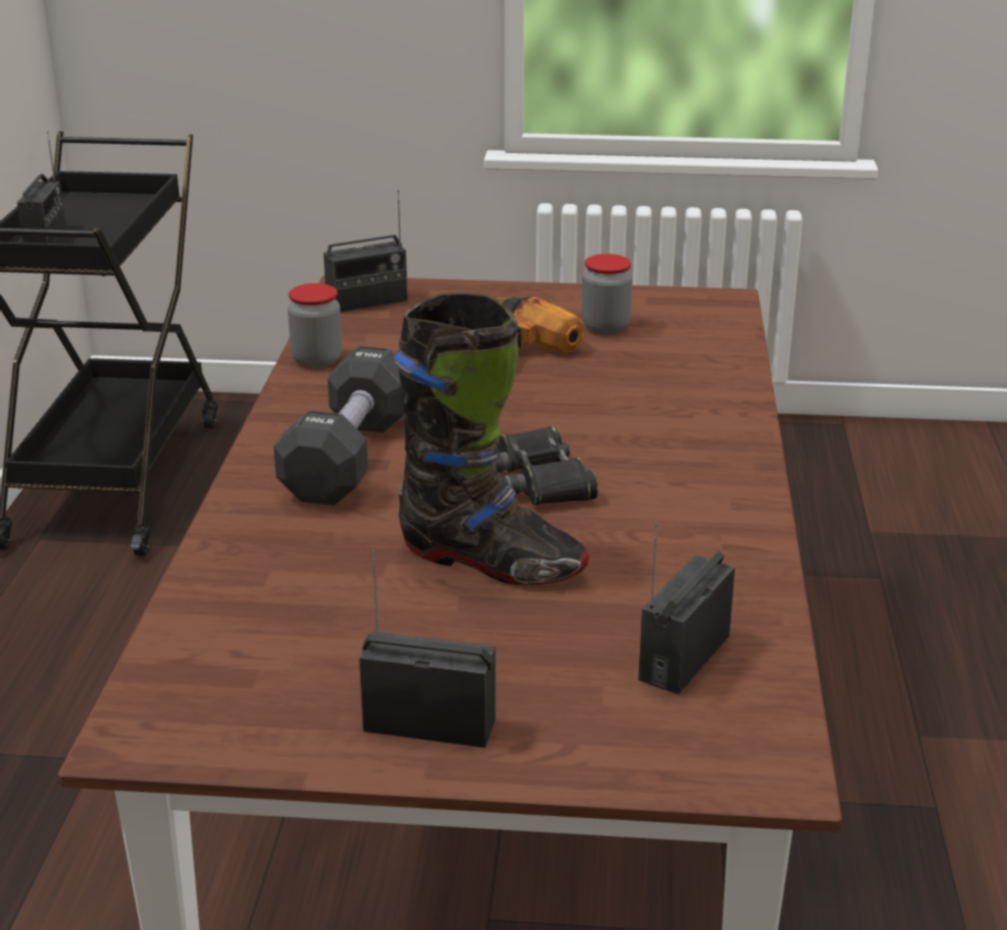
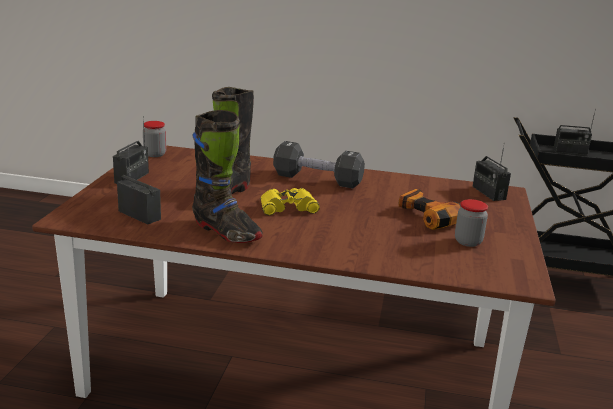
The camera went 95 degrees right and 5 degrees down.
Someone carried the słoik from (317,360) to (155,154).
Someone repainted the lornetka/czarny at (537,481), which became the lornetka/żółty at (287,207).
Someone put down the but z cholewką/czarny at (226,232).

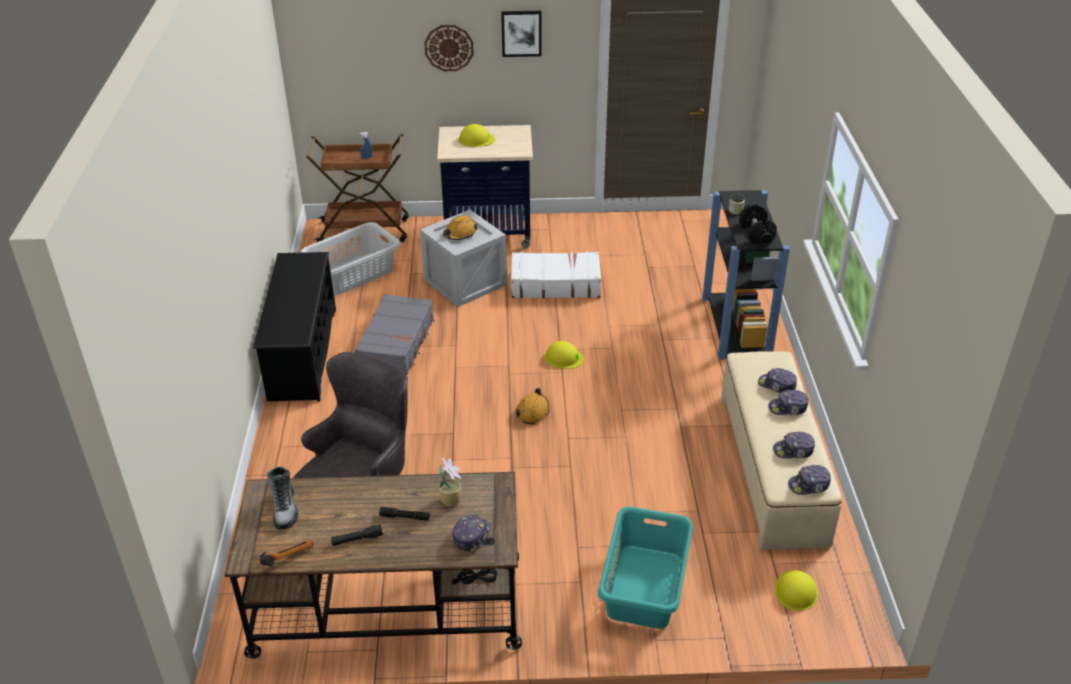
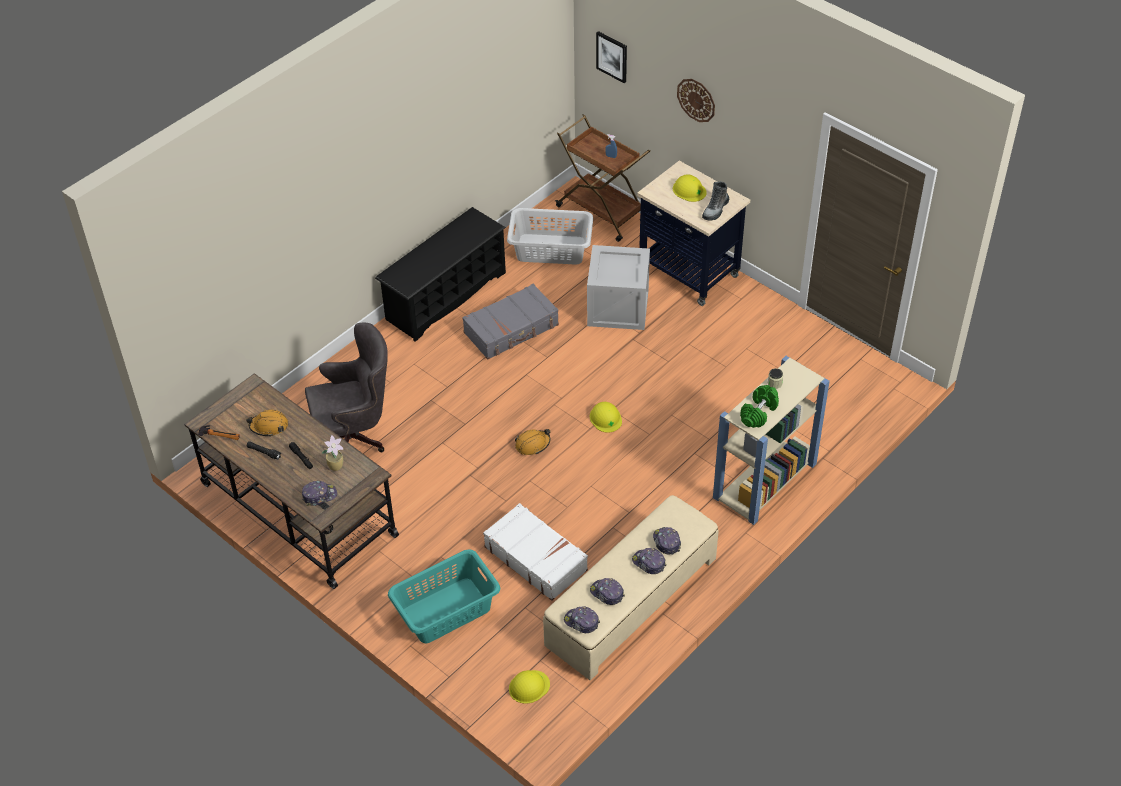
The camera went 45 degrees right and 10 degrees up.
Someone carried the obraz from (521,33) to (612,56).
Someone repainted the regał/czarny at (735,326), which became the regał/beżowy at (764,481).
Someone repainted the hantel/czarny at (756,233), which became the hantel/zielony at (759,413).
Someone carried the kask/pomarańczowy from (460,234) to (269,426).
Someone carried the walizka/biały from (555,284) to (536,558).
Someone carried the but z cholewką from (285,509) to (715,210).

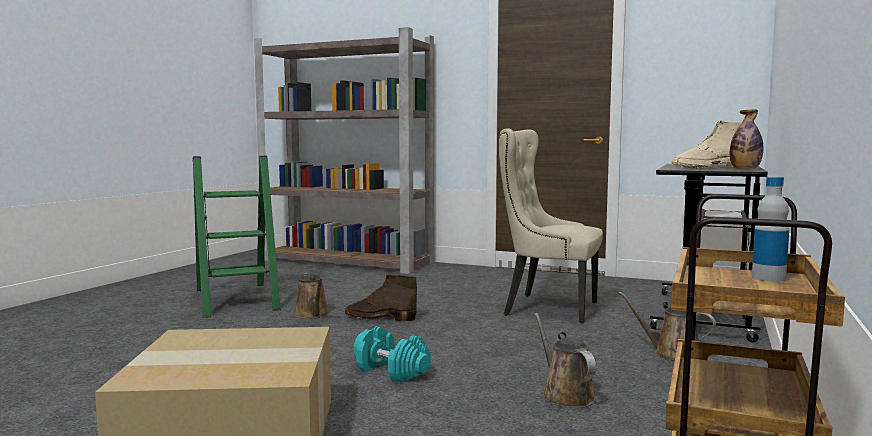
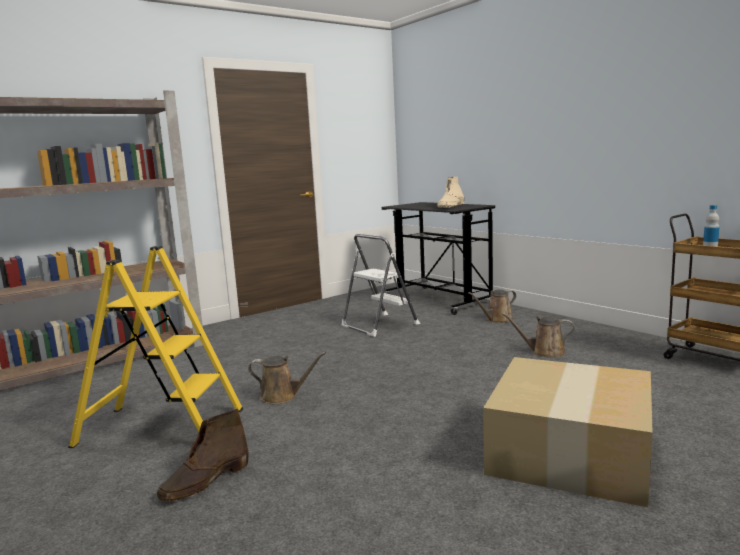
The camera went 60 degrees left and 5 degrees up.
Someone took away the butelka at (745,169).
Someone swapped the krzesło/beżowy at (548,308) for the drabinka/biały at (377,325).
Someone repainted the drabinka/zielony at (236,299), which became the drabinka/żółty at (159,426).
Someone carried the but z cholewką/brązowy from (379,318) to (205,481).
Someone took away the hantel/turkusowy at (390,371).

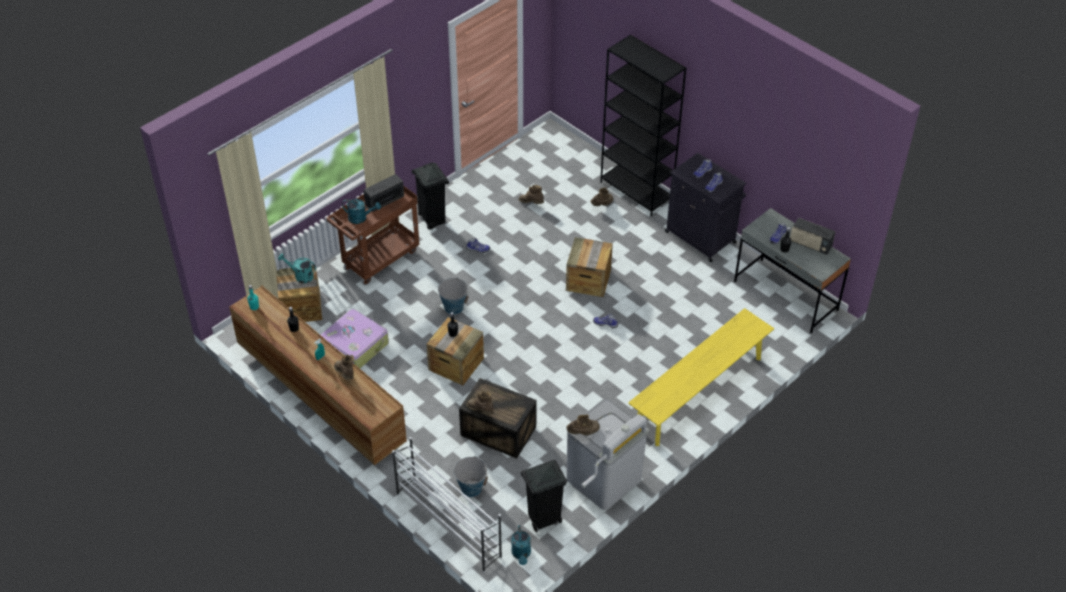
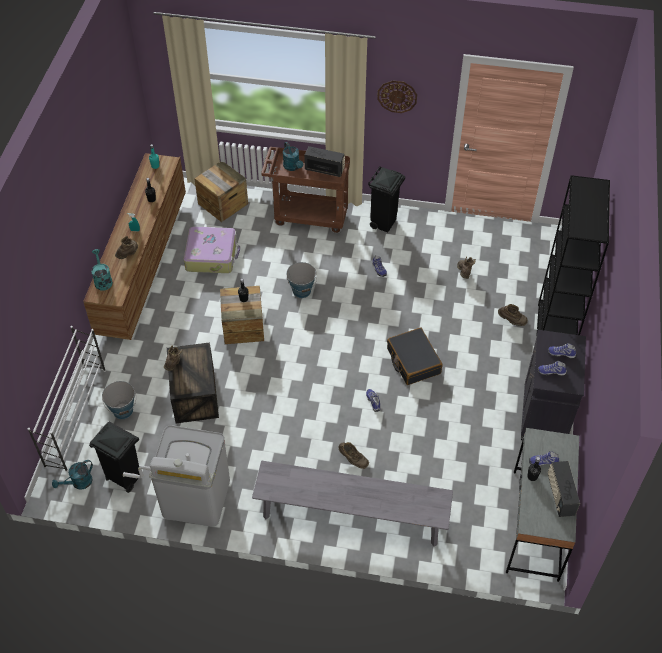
The camera went 55 degrees right and 5 degrees up.
Someone swapped the skrzynka at (588,280) for the walizka/czarny at (413,361).
Someone carried the konewka/turkusowy from (300,276) to (102,280).
Someone repainted the ławka/żółty at (698,393), which became the ławka/szary at (351,517).
Someone carried the but z cholewką/brązowy from (583,433) to (352,460).
Someone put up the zegar ścienny at (397,96).

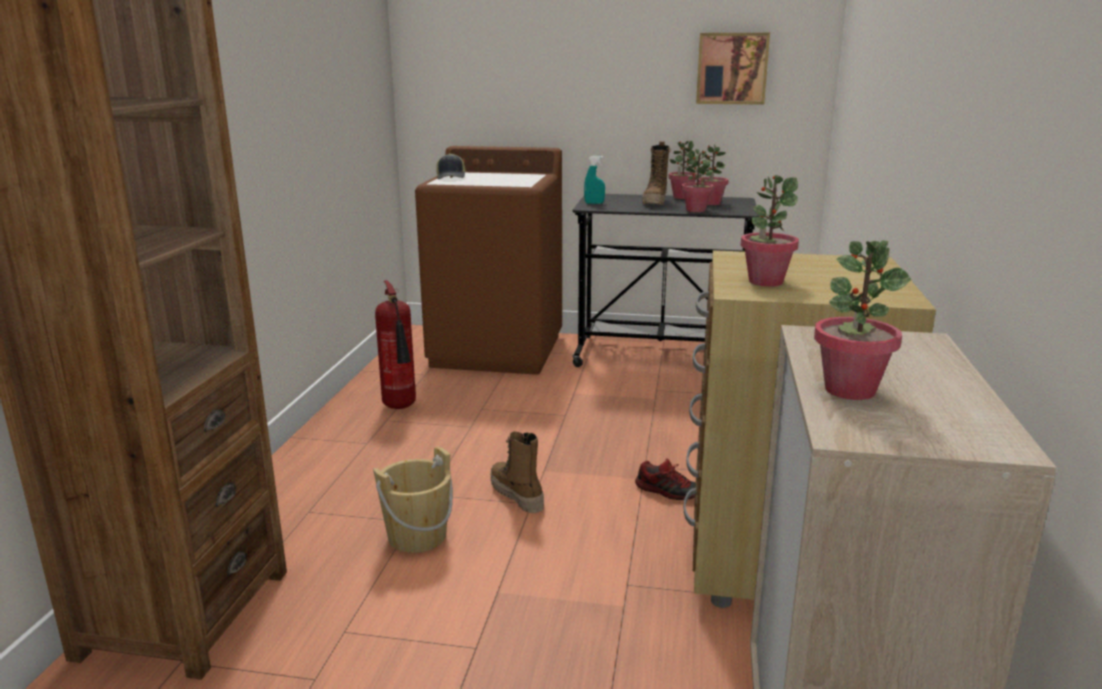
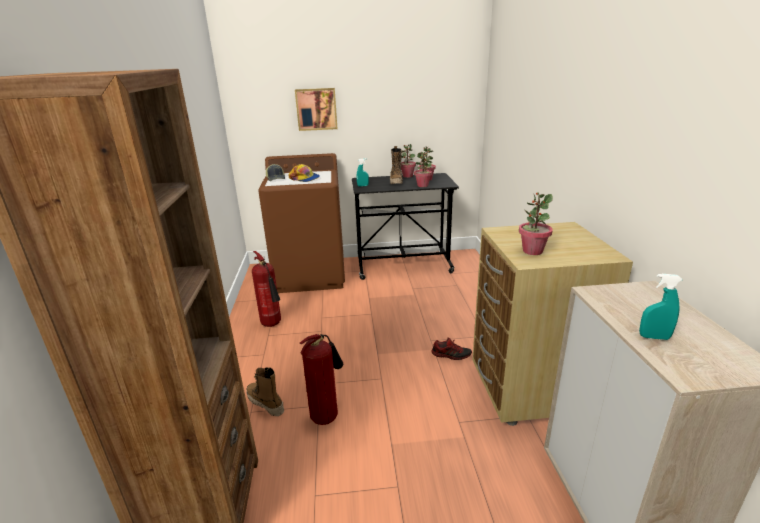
The camera went 15 degrees left and 5 degrees up.
Someone carried the obraz from (732,68) to (316,109).
Someone swapped the roślina doniczkowa at (850,390) for the spryskiwacz/turkusowy at (654,337).
Someone carried the but z cholewką from (516,495) to (265,403).
Someone swapped the wiadro/beżowy at (417,536) for the gaśnica at (326,415).
Someone put down the czapka z daszkiem at (304,178).

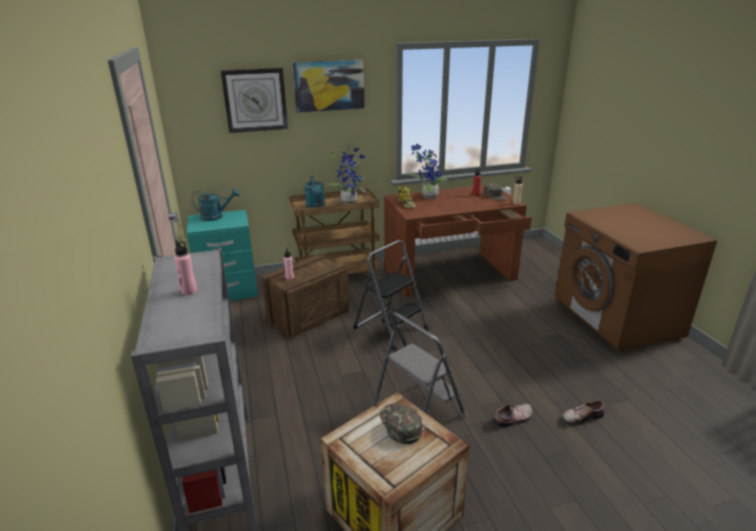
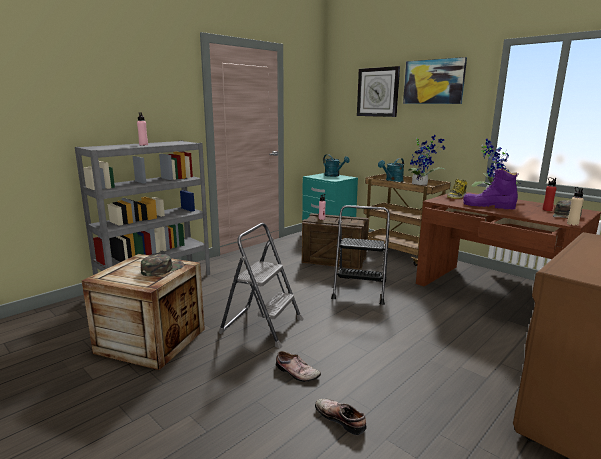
The camera went 60 degrees right and 10 degrees down.
Someone put down the but z cholewką/fioletowy at (488,206).

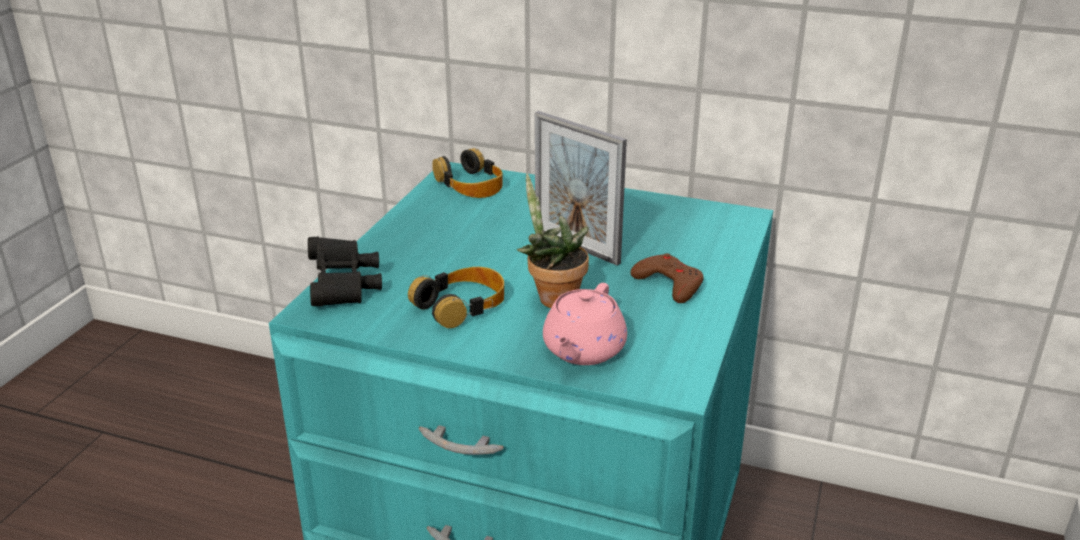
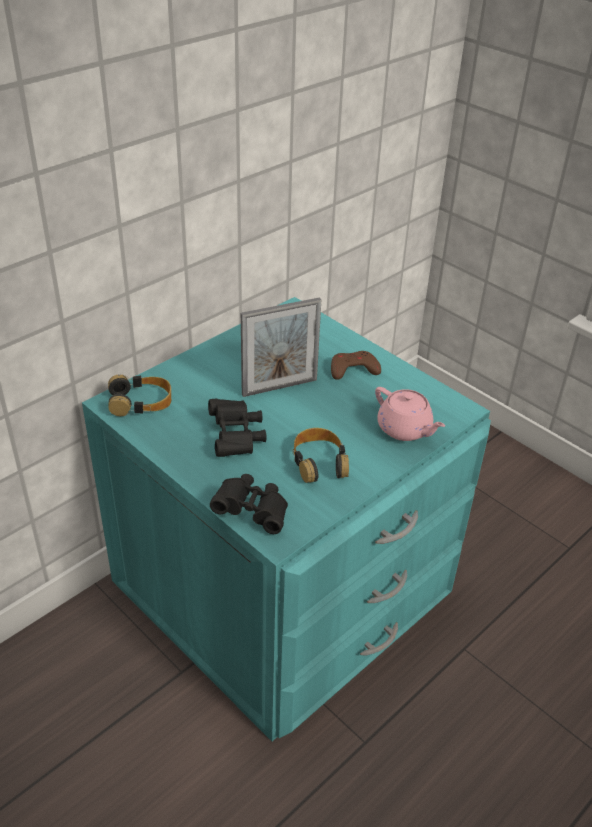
The camera went 65 degrees left and 10 degrees up.
Someone took away the roślina doniczkowa at (552,297).
Someone put down the lornetka/czarny at (236,437).

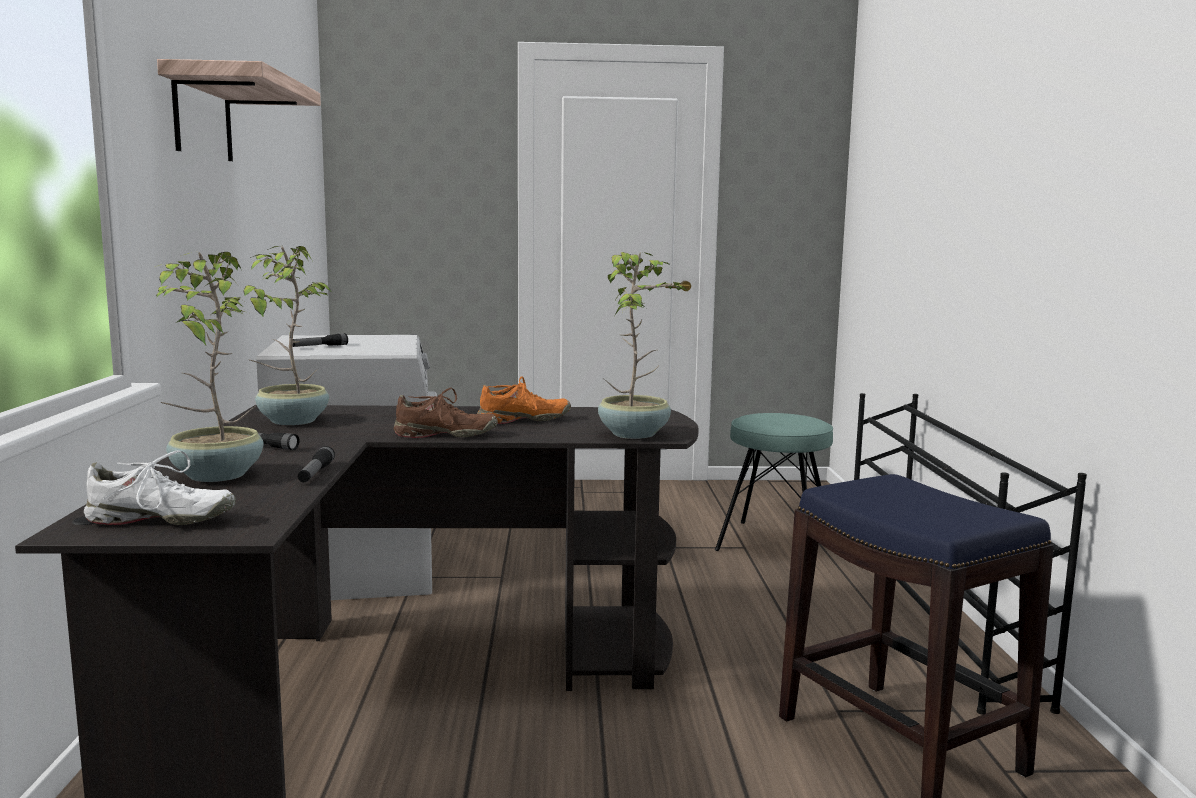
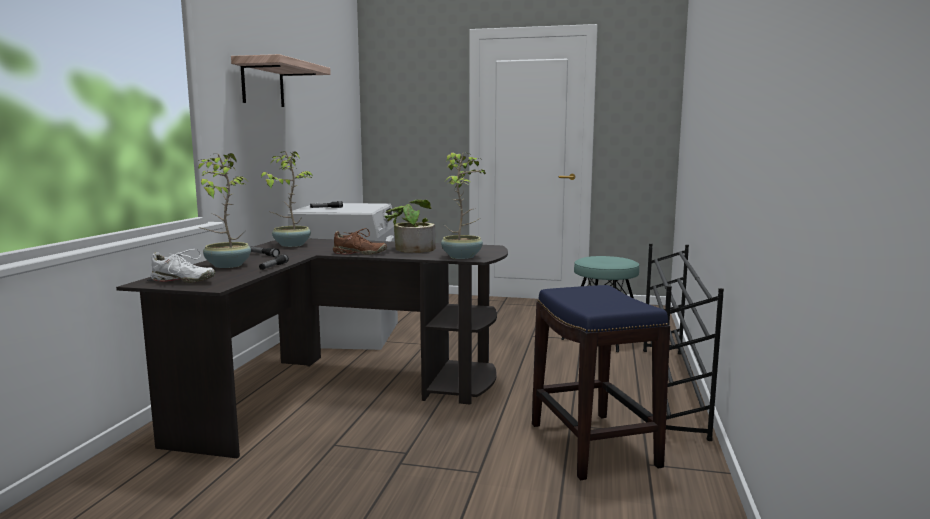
The camera went 15 degrees right and 0 degrees up.
Someone swapped the but/pomarańczowy at (524,420) for the roślina doniczkowa at (411,248).

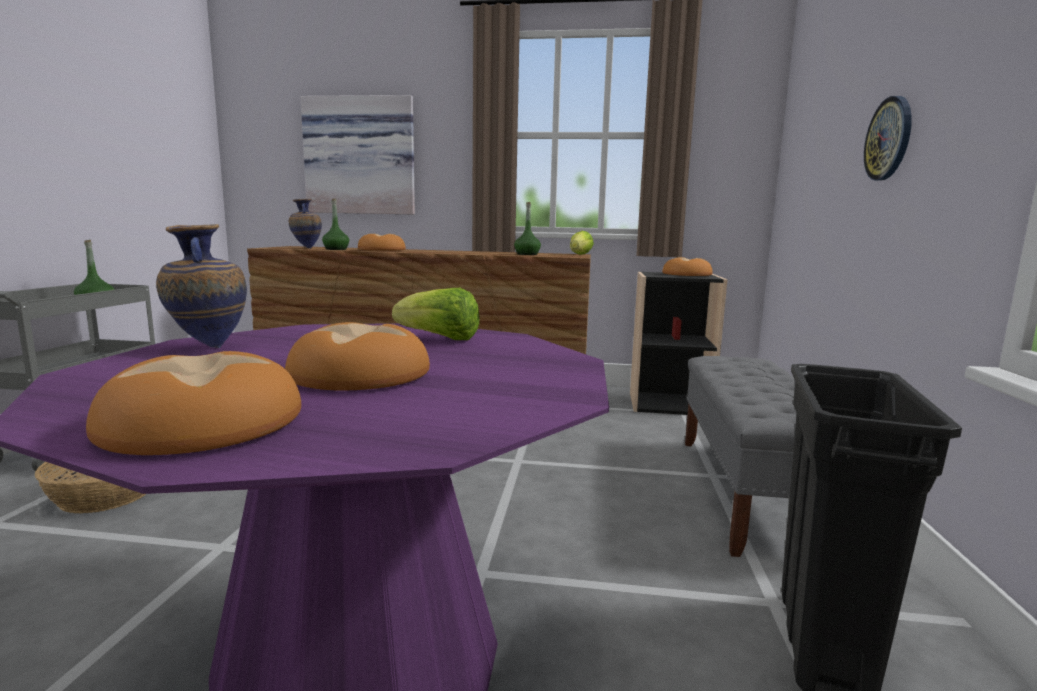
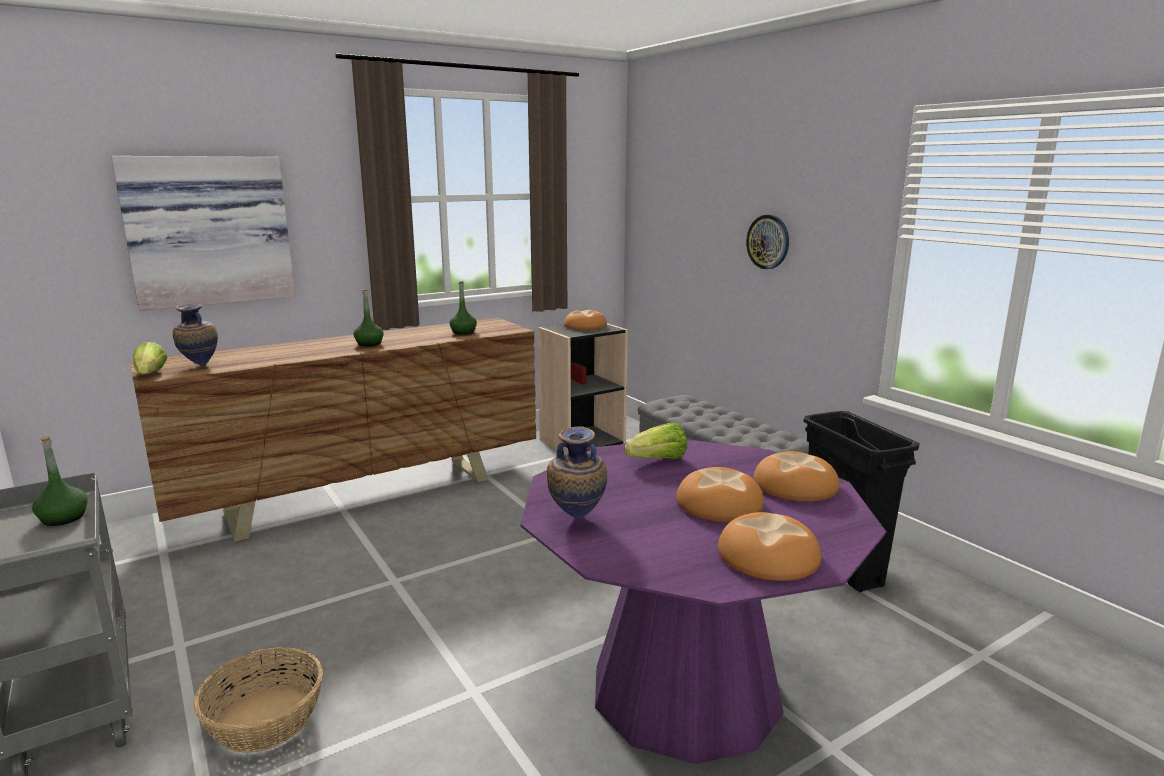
The camera went 40 degrees left and 5 degrees up.
Someone carried the butelka/zielony from (336,249) to (369,344).
Someone carried the sałata from (579,255) to (150,374).
Someone carried the chleb from (382,250) to (796,485).

